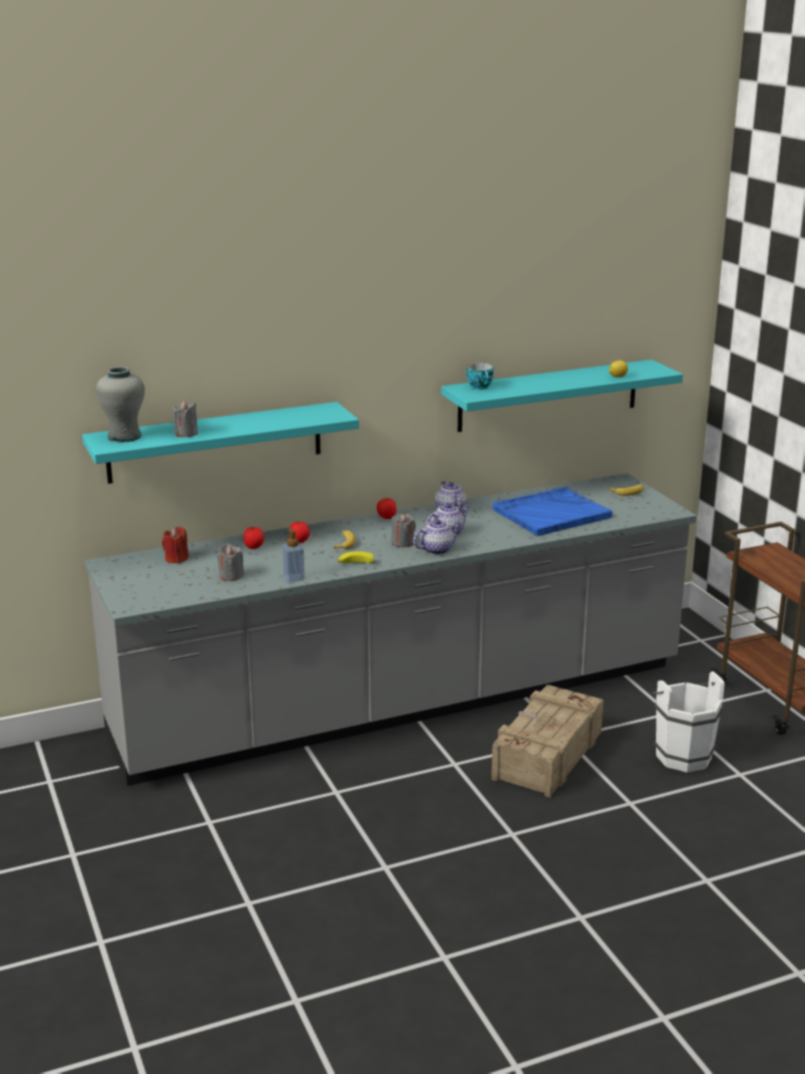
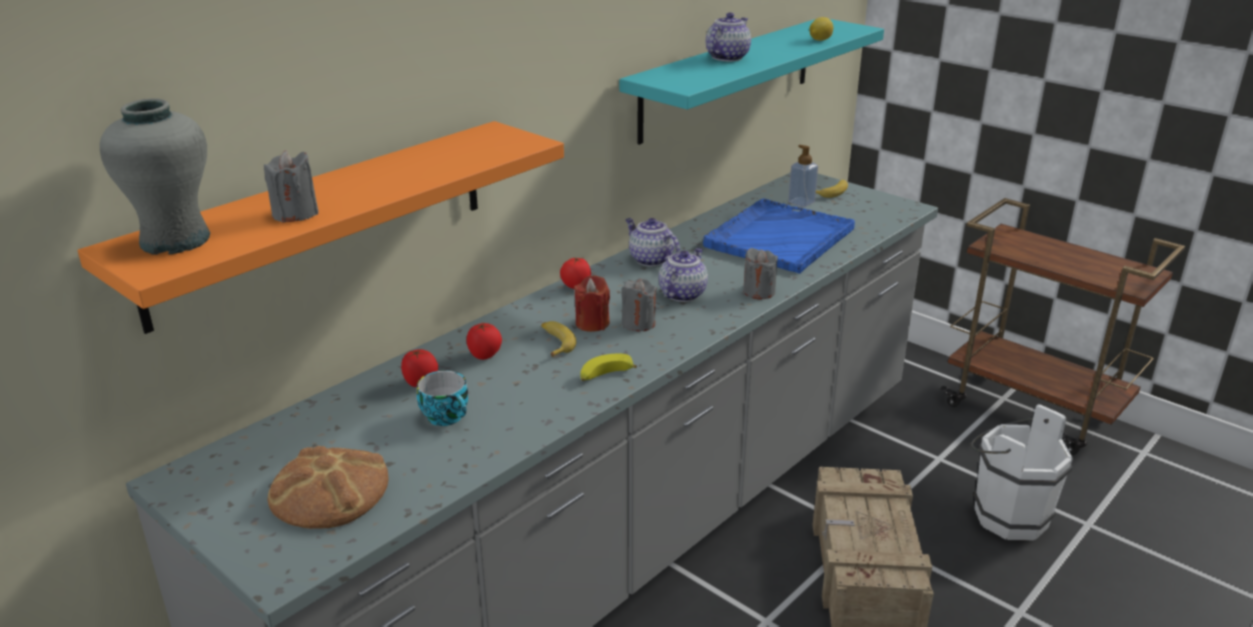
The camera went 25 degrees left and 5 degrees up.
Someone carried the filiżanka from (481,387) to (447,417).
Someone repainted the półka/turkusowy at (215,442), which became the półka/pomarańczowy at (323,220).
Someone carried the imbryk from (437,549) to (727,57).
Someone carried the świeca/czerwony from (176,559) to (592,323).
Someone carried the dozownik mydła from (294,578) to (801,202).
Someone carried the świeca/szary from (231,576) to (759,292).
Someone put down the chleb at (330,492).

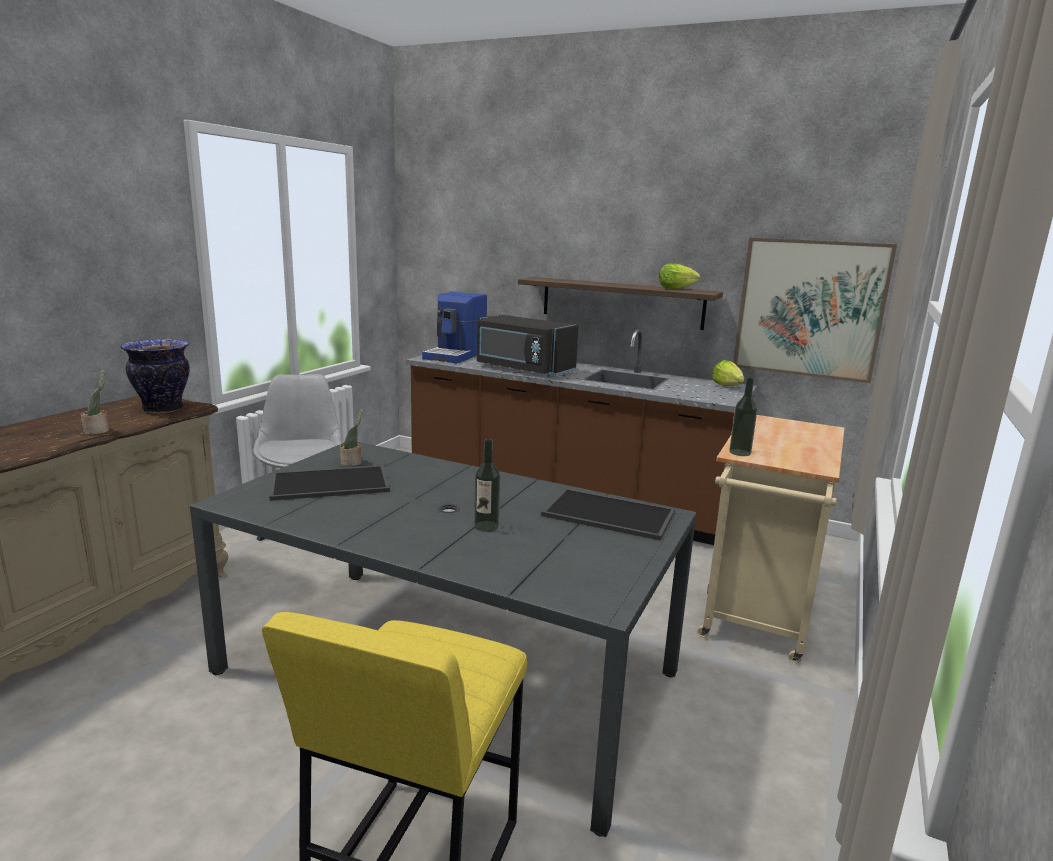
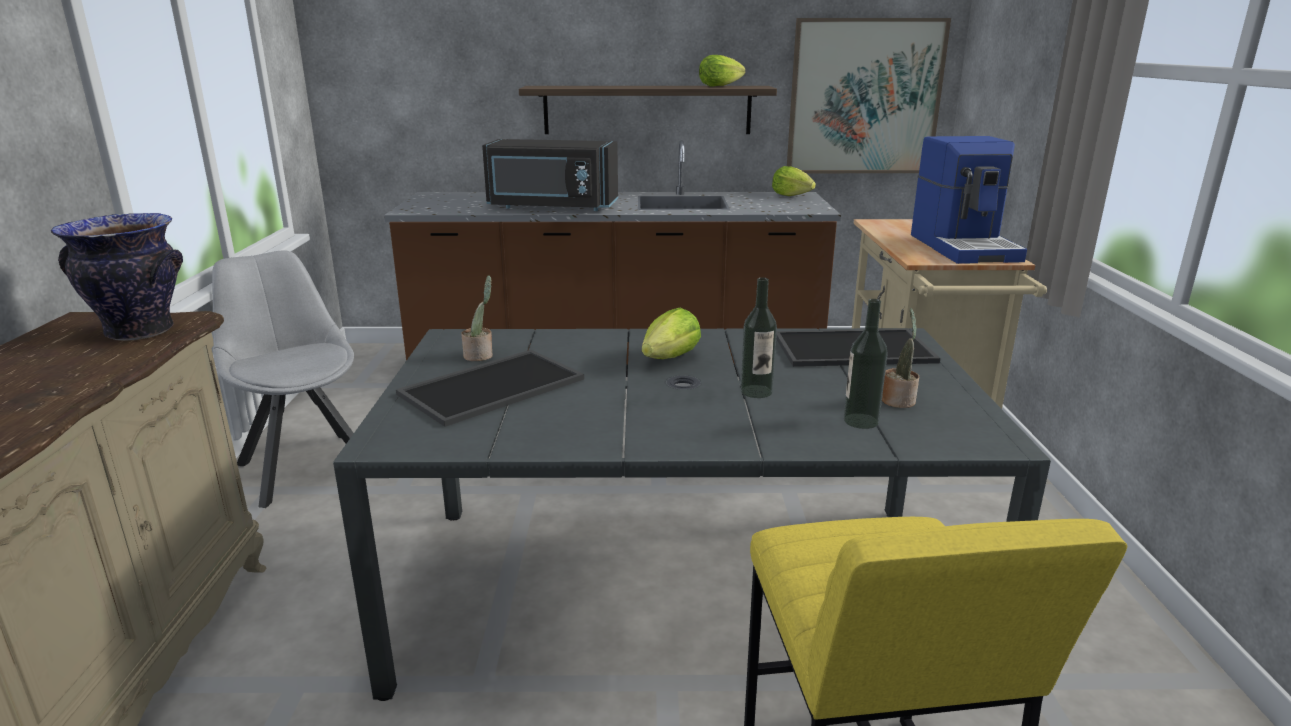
The camera went 25 degrees left and 5 degrees up.
Someone carried the ekspres do kawy from (456,355) to (965,247).
Someone carried the roślina doniczkowa from (98,431) to (898,400).
Someone carried the butelka from (740,452) to (860,421).
Someone put down the sałata at (671,358).

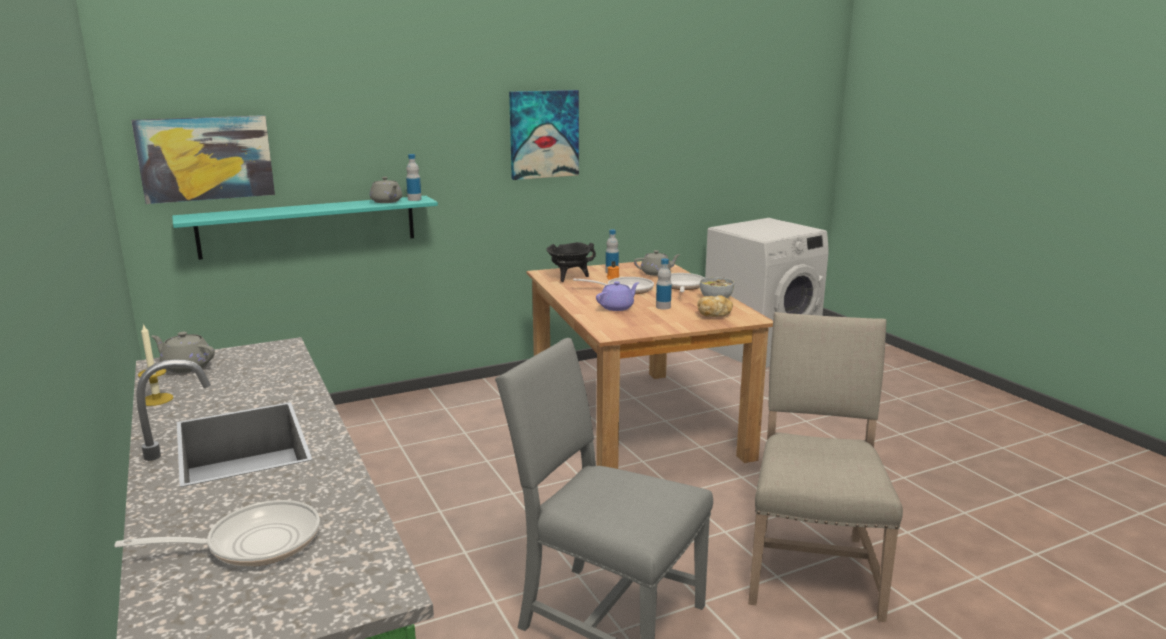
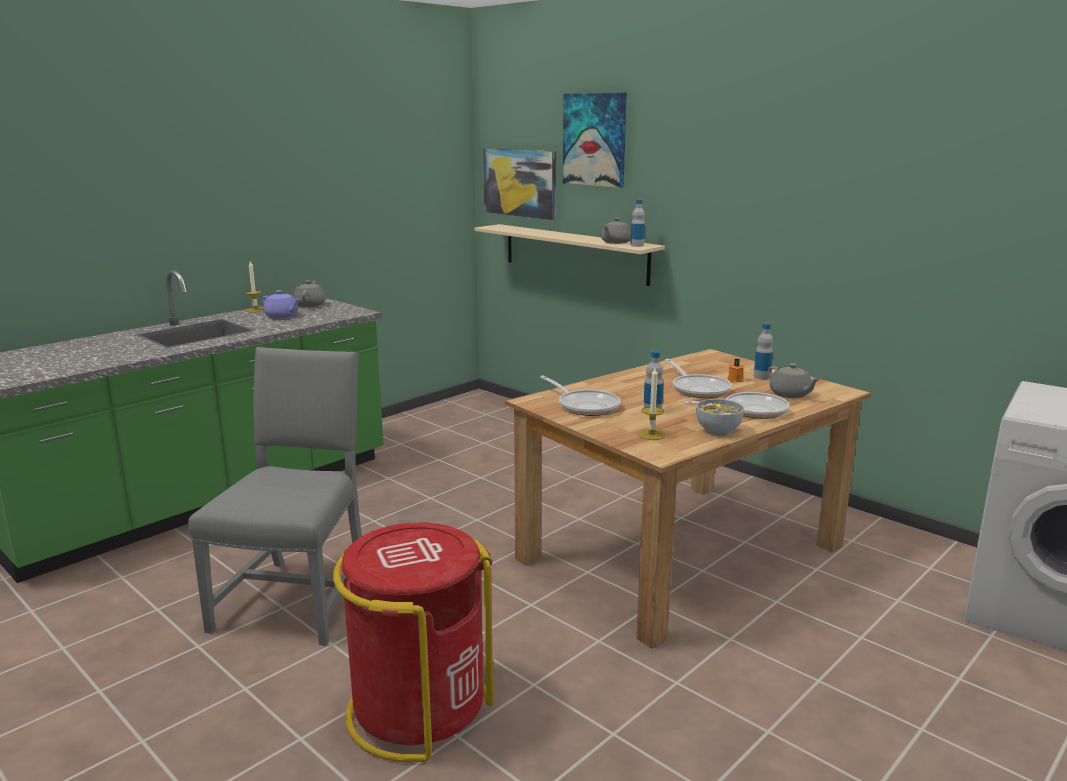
The camera went 70 degrees right and 0 degrees up.
Someone carried the obraz from (543,134) to (595,139).
Someone repainted the półka/turkusowy at (309,226), which became the półka/beżowy at (574,253).
Someone took away the garnek/czarny at (569,277).
Someone carried the imbryk/fioletowy from (617,307) to (282,316).
Someone swapped the chleb at (714,315) for the świeca at (651,435).
Someone swapped the krzesło/beżowy at (811,566) for the kosz na śmieci/czerwony at (417,710).
Someone carried the patelnia from (254,543) to (585,406).

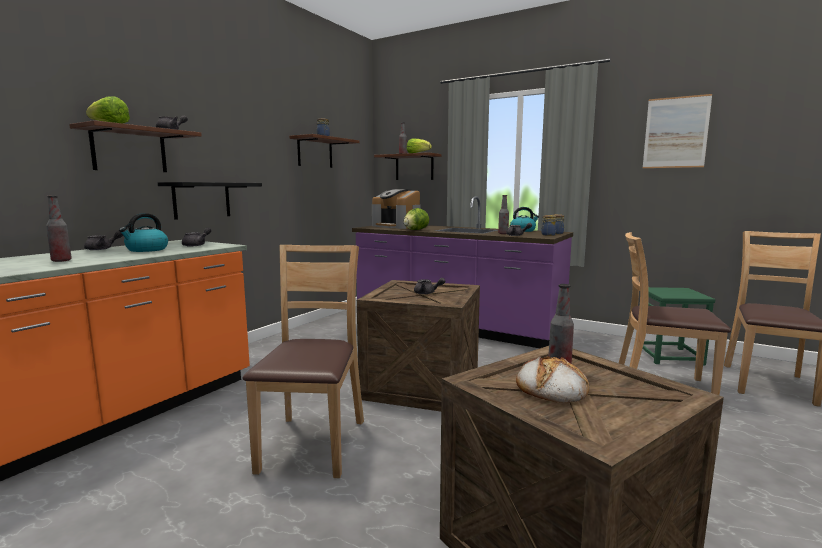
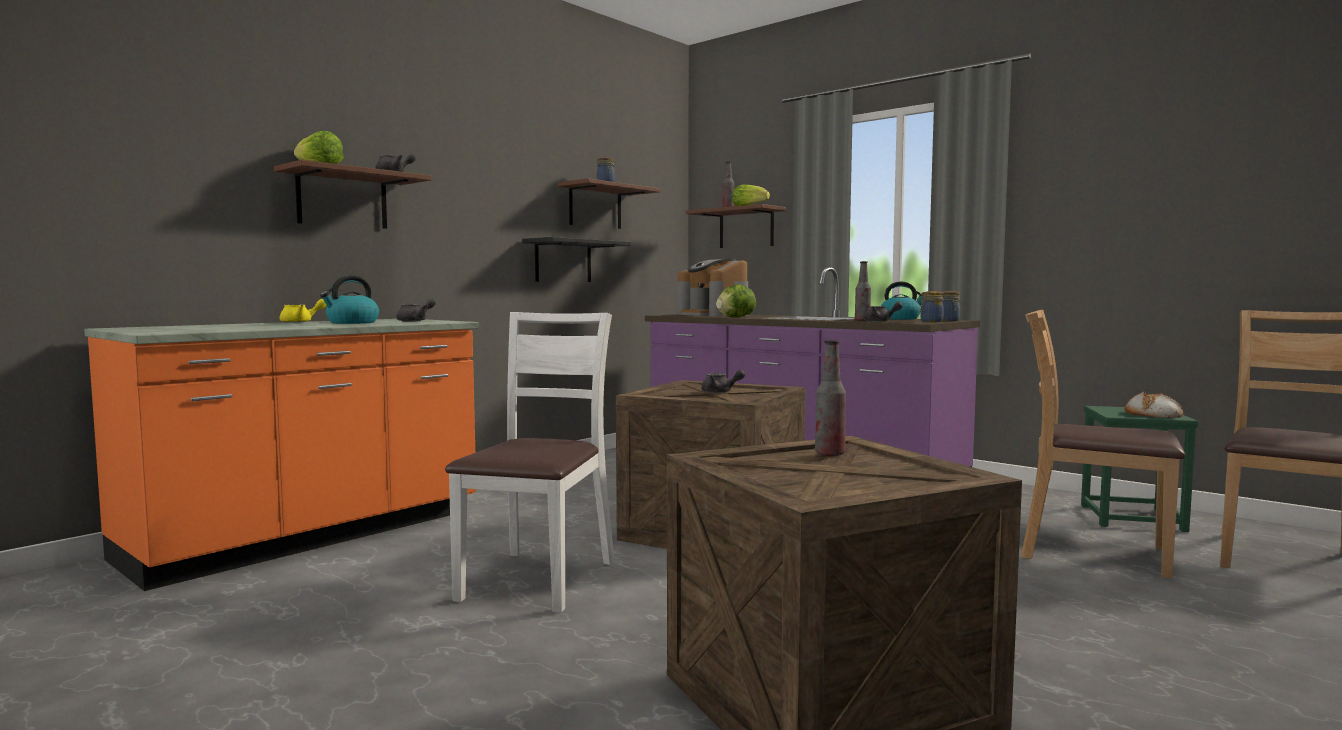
The camera went 10 degrees right and 5 degrees down.
Someone took away the obraz at (675,132).
Someone carried the półka/czarny from (202,200) to (563,261).
Someone took away the butelka at (61,260).
Someone repainted the imbryk/szary at (103,249), which became the imbryk/żółty at (301,322).
Someone repainted the krzesło/brązowy at (312,444), which became the krzesło/biały at (538,579).
Someone carried the chleb from (551,387) to (1152,414).

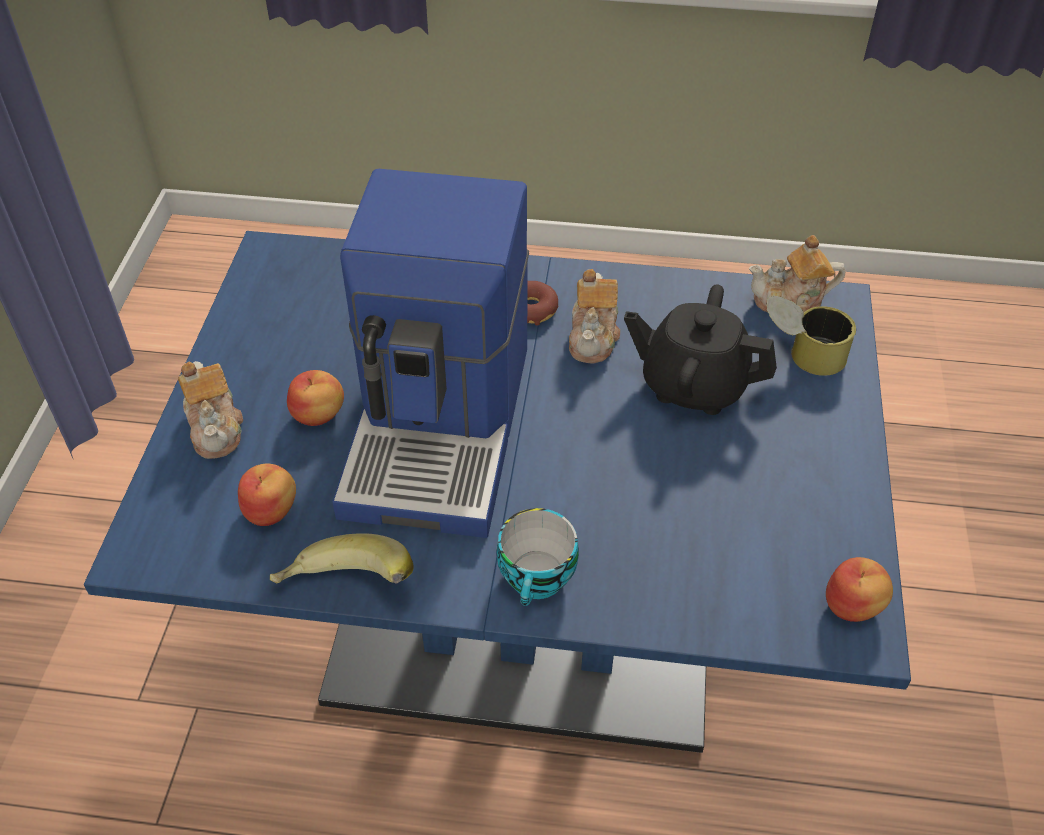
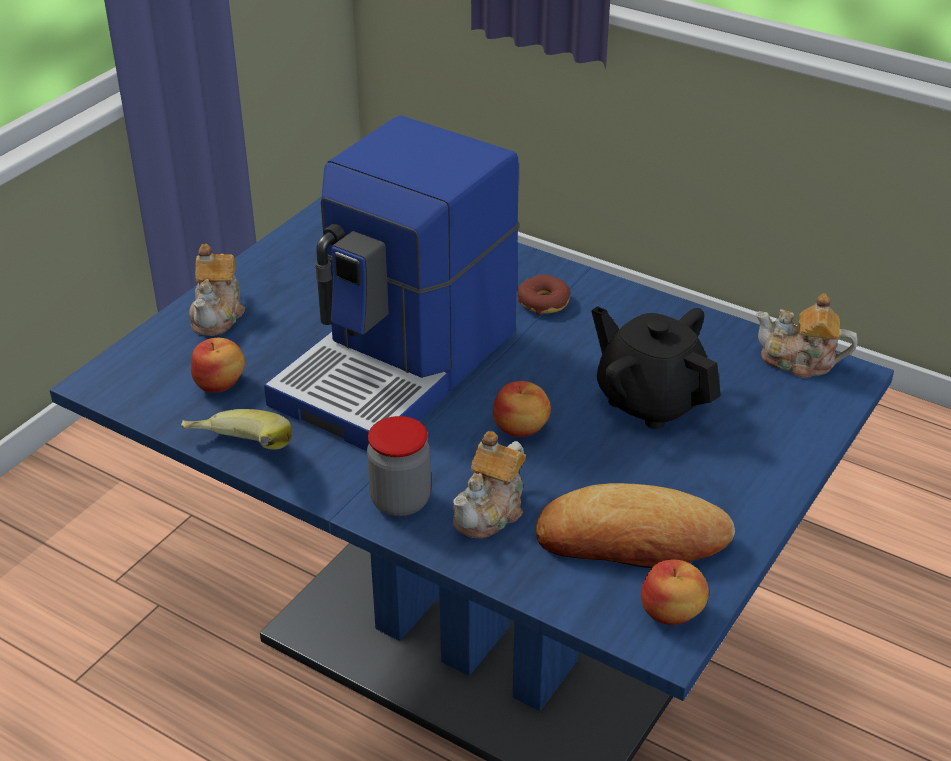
The camera went 25 degrees right and 10 degrees down.
Someone carried the imbryk from (594,337) to (491,511).
Someone took away the puszka at (801,355).
Someone carried the jabłko from (319,415) to (521,429).
Someone swapped the filiżanka at (538,580) for the słoik at (400,500).
Someone put down the chleb at (631,539).

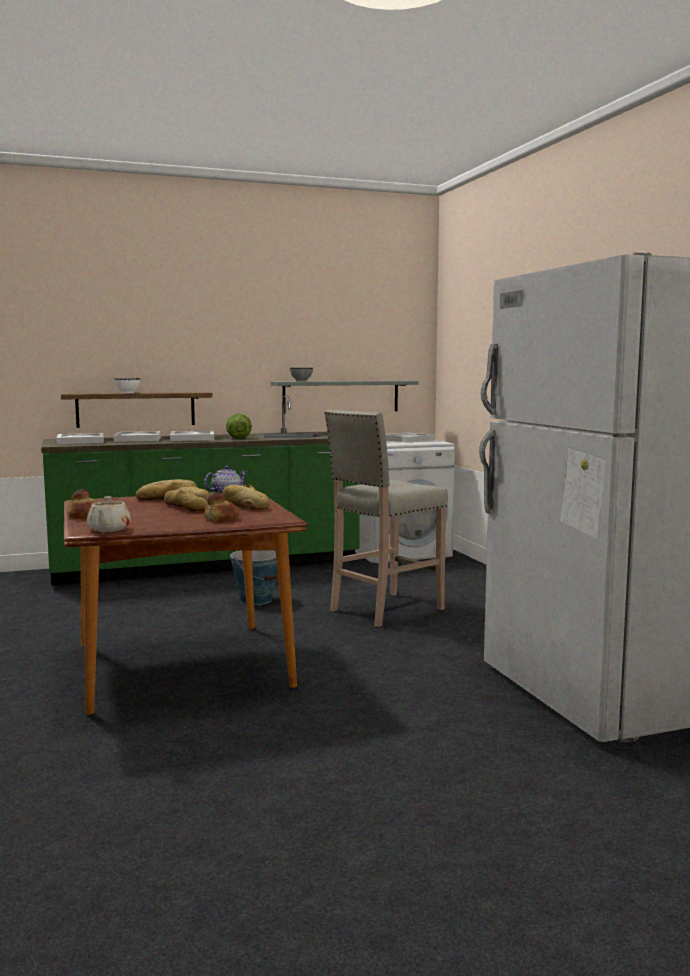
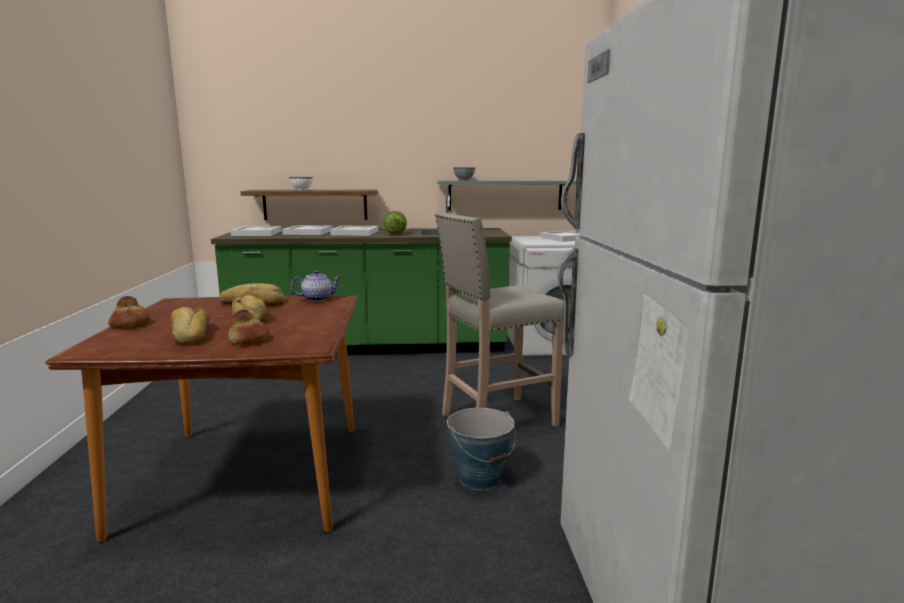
The camera went 15 degrees right and 5 degrees up.
Someone carried the chleb from (244,505) to (189,334).
Someone took away the imbryk/beżowy at (108,529).
Someone carried the wiadro from (256,600) to (480,478).

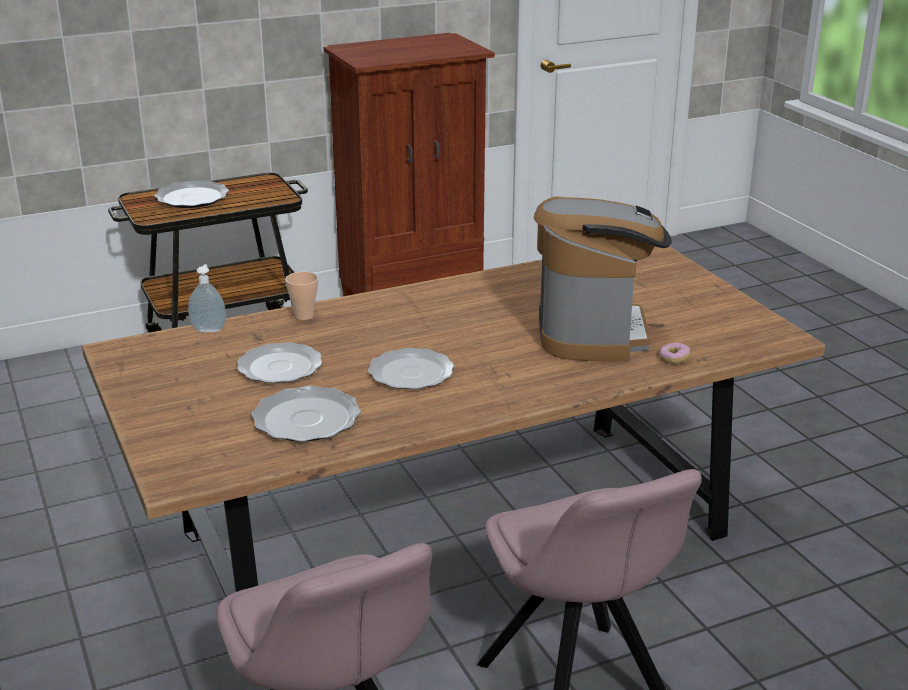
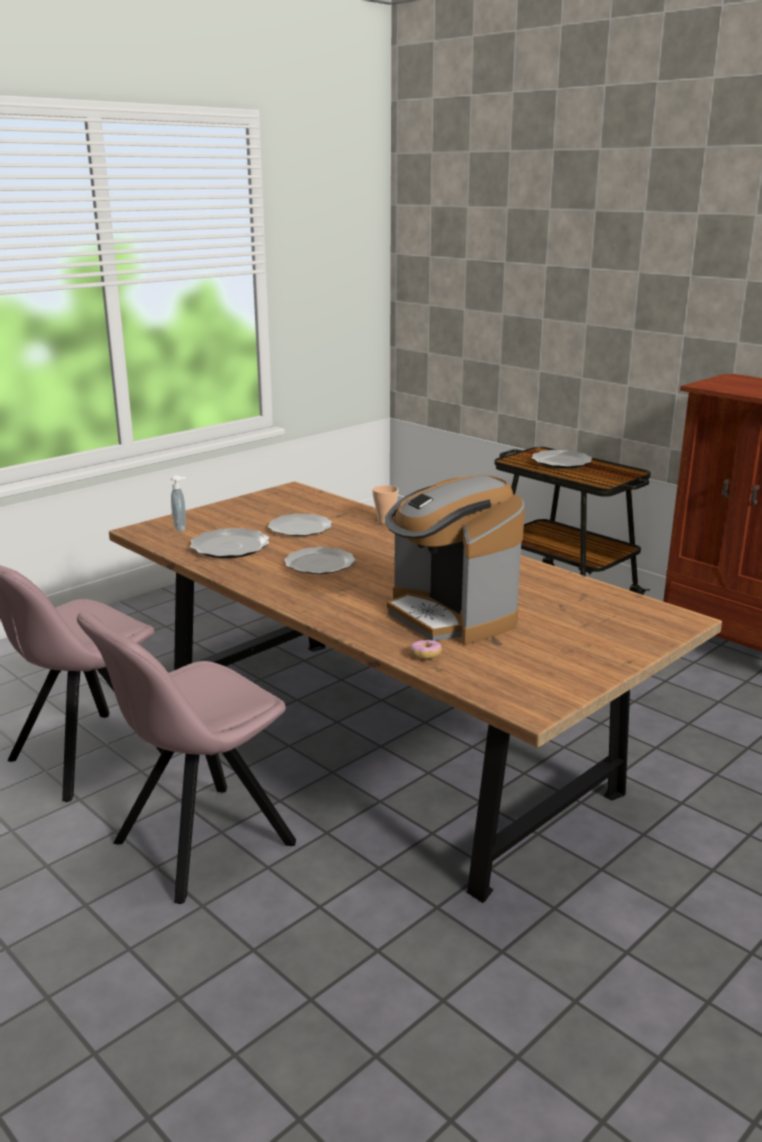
The camera went 70 degrees right and 5 degrees down.
Someone rotated the ekspres do kawy at (593,332) by 75 degrees clockwise.
Someone carried the dozownik mydła from (209,329) to (181,528).

